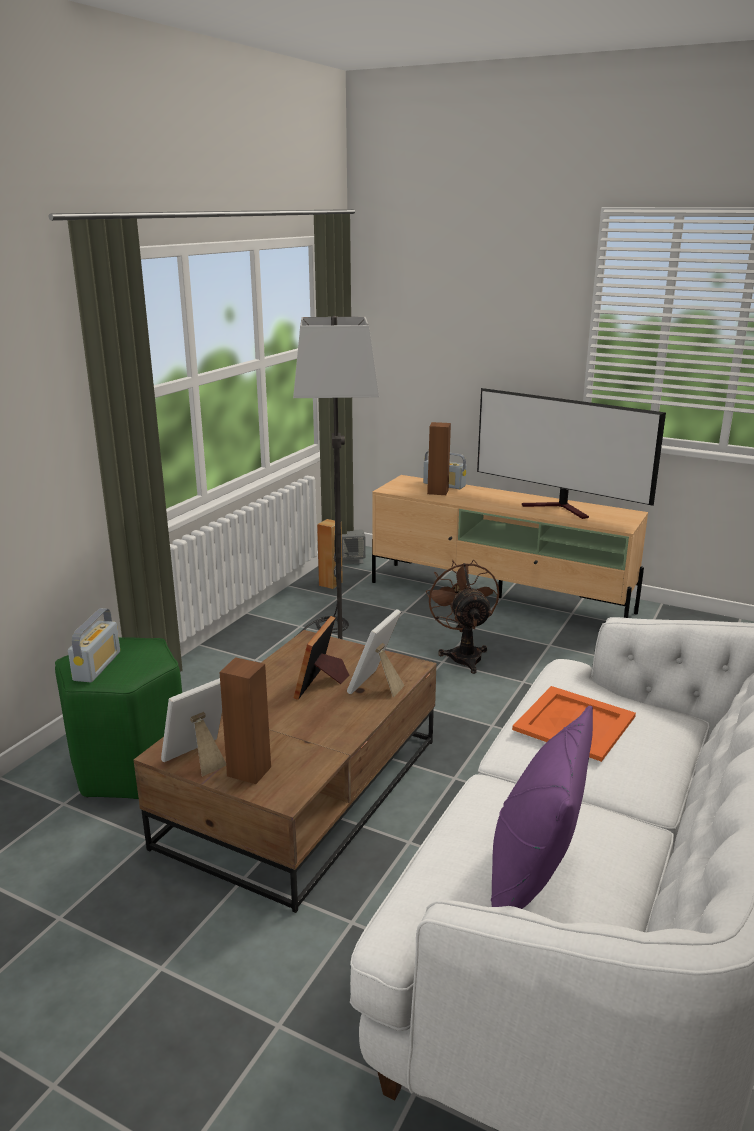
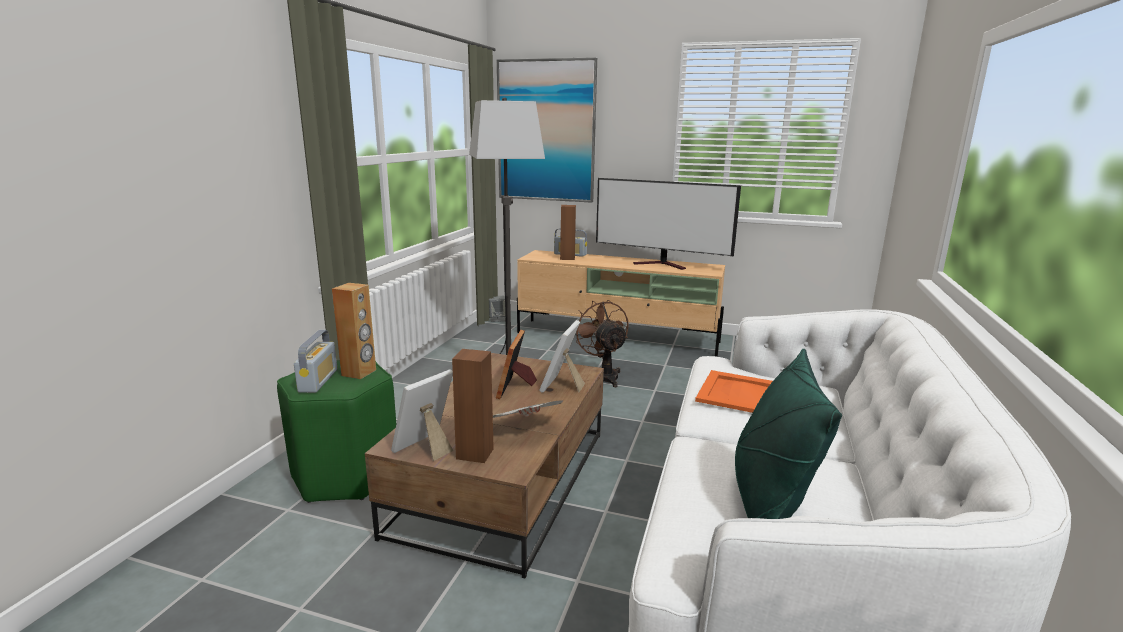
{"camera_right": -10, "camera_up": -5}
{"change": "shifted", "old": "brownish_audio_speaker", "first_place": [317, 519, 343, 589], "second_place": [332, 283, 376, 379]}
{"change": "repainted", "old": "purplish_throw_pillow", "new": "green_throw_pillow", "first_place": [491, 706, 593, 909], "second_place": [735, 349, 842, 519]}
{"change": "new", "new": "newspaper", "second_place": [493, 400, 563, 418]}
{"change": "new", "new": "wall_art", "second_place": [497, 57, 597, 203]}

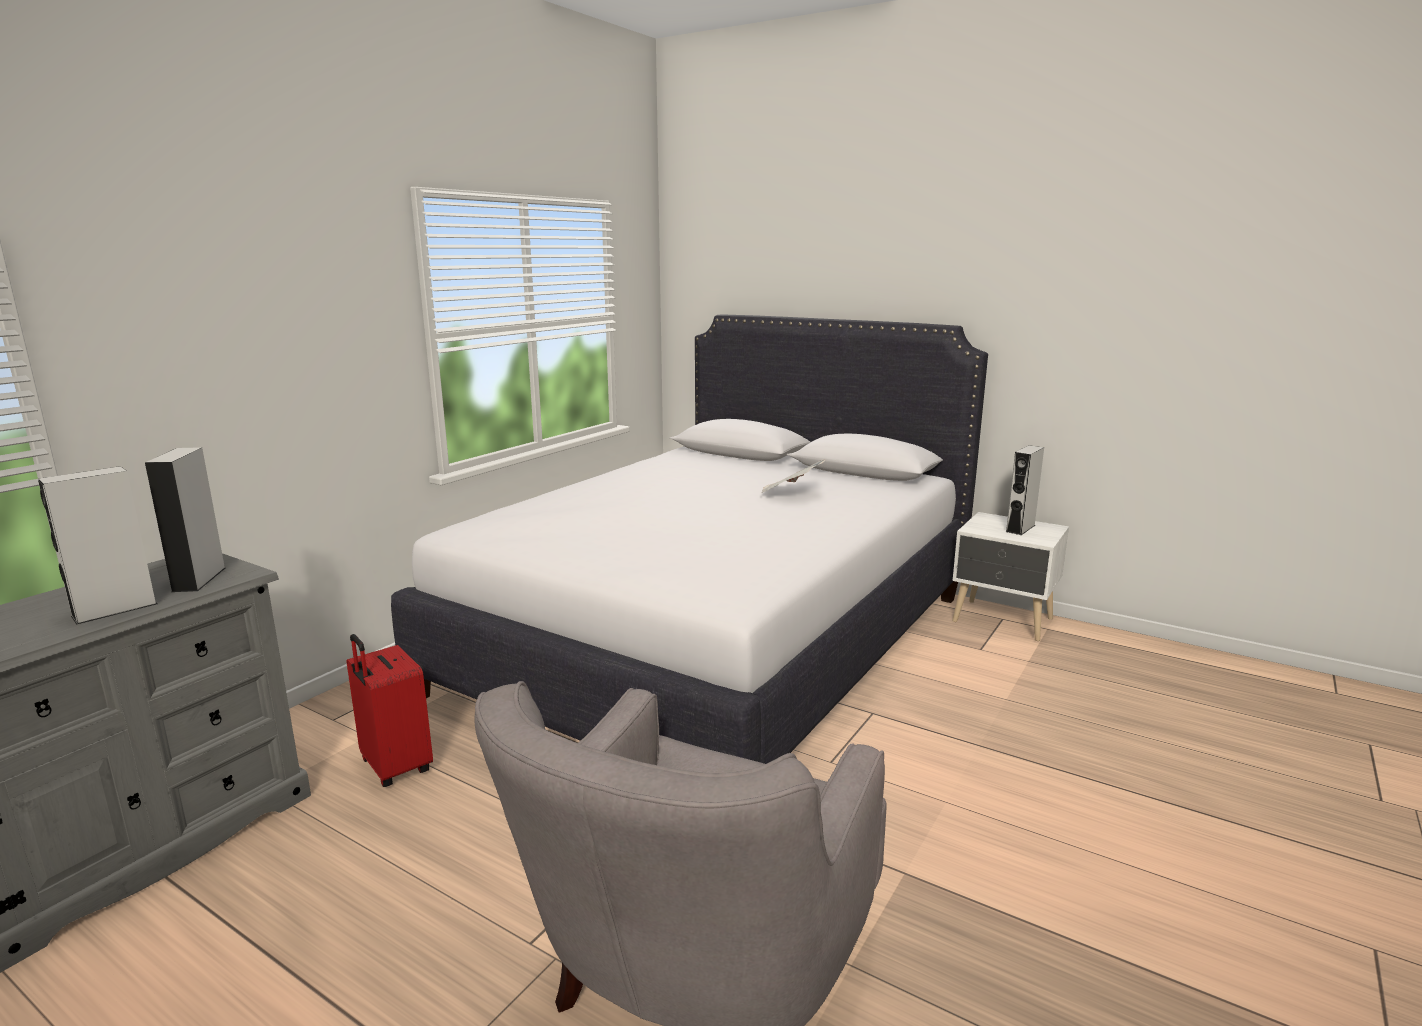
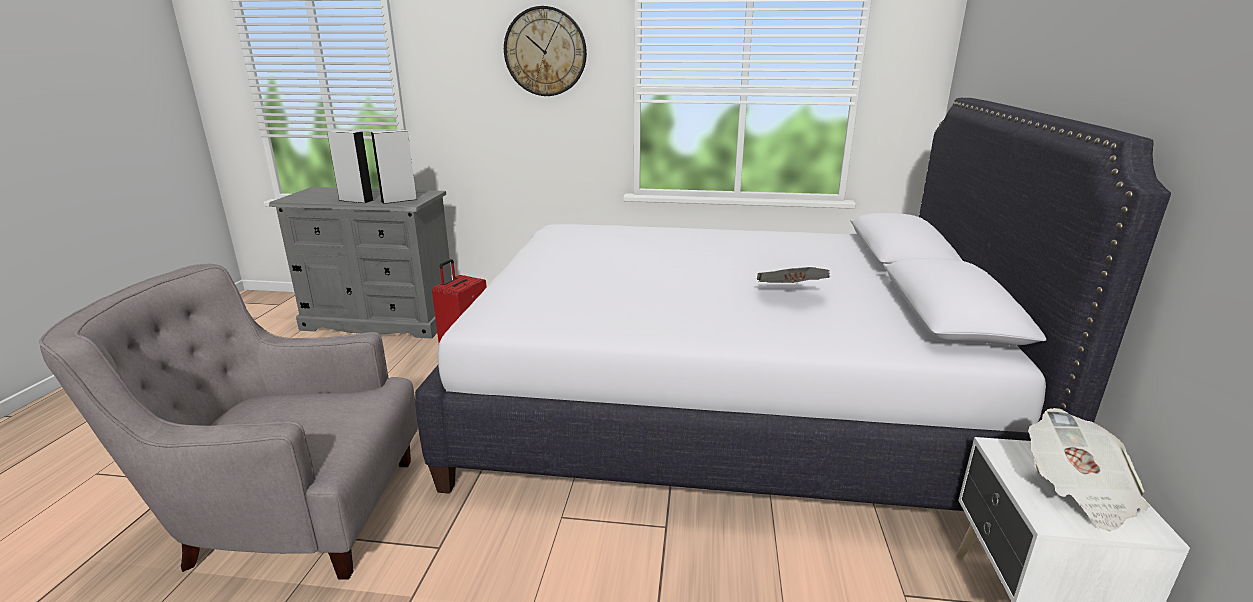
{"camera_right": 65, "camera_up": 5}
{"change": "swapped", "old": "greyish_audio_speaker", "new": "newspaper", "first_place": [1006, 445, 1044, 535], "second_place": [1028, 408, 1150, 532]}
{"change": "new", "new": "clock_on_the_wall", "second_place": [504, 6, 587, 96]}

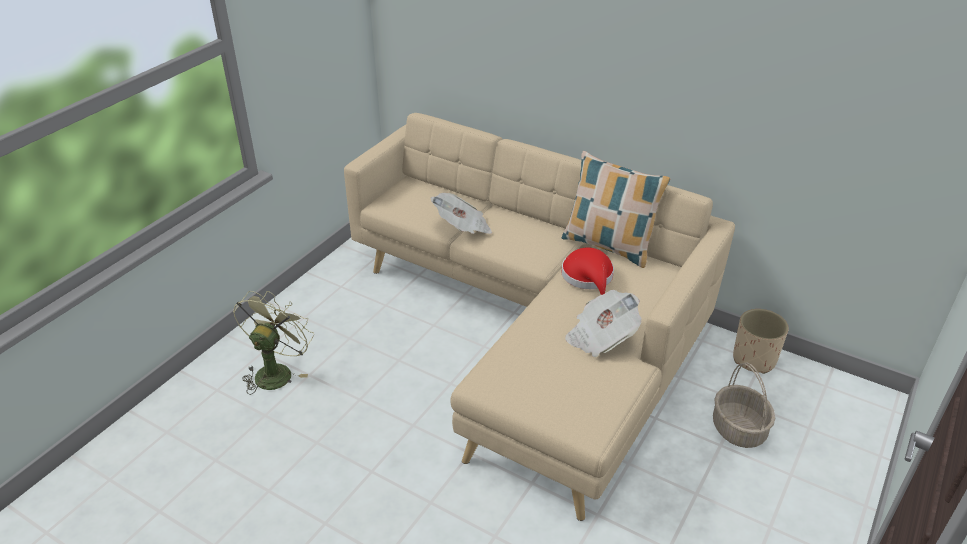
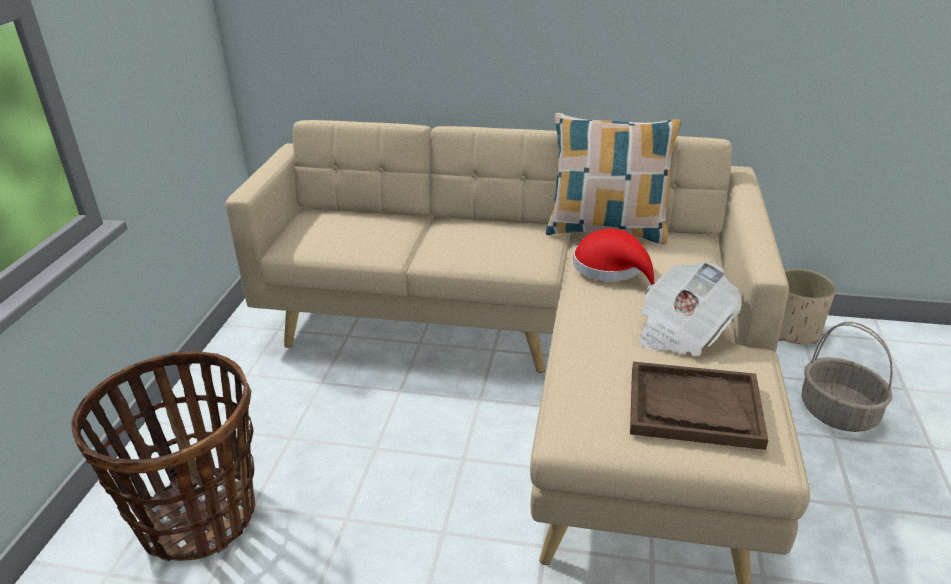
{"camera_right": -20, "camera_up": -5}
{"change": "swapped", "old": "green_cooling_fan", "new": "storage_basket", "first_place": [233, 291, 314, 395], "second_place": [71, 351, 255, 562]}
{"change": "gone", "old": "newspaper", "first_place": [431, 193, 493, 234]}
{"change": "new", "new": "brownish_serving_tray", "second_place": [630, 362, 768, 450]}

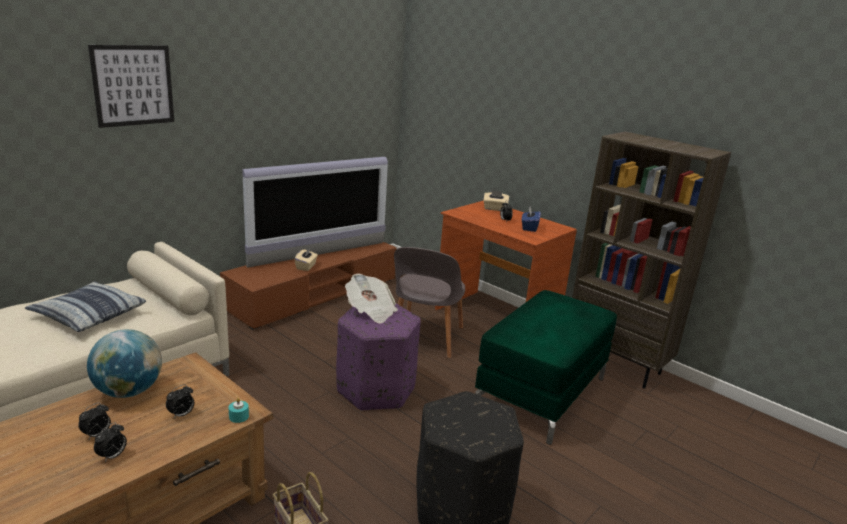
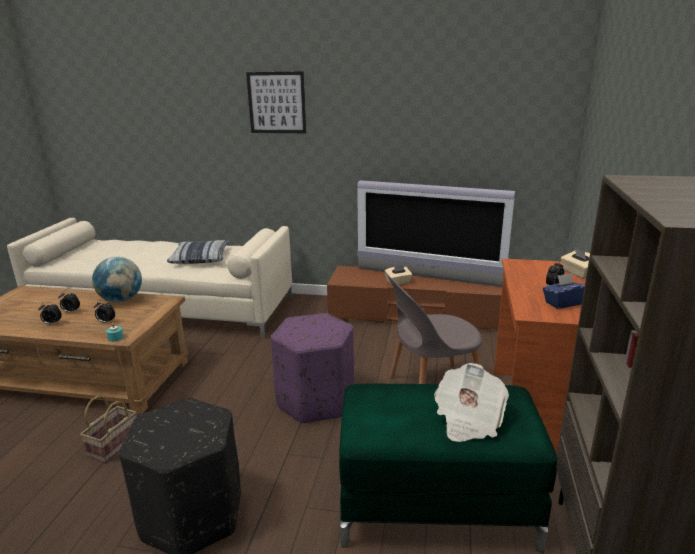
{"camera_right": 60, "camera_up": 0}
{"change": "shifted", "old": "newspaper", "first_place": [345, 274, 398, 324], "second_place": [434, 363, 509, 442]}

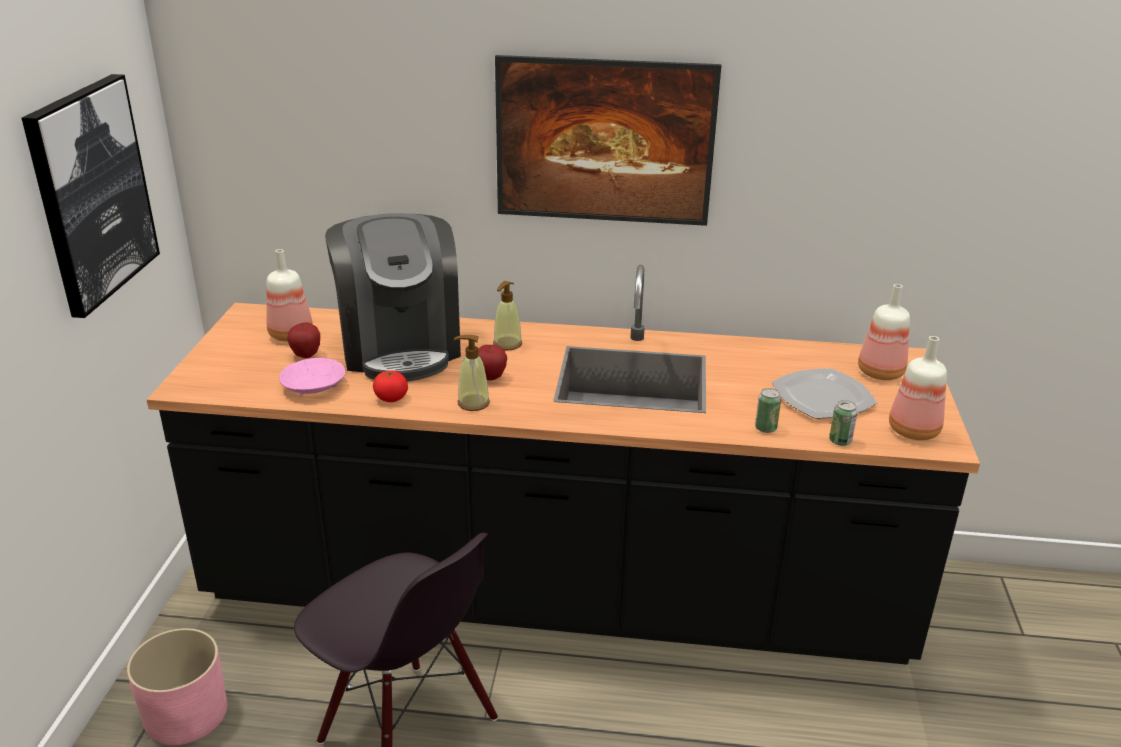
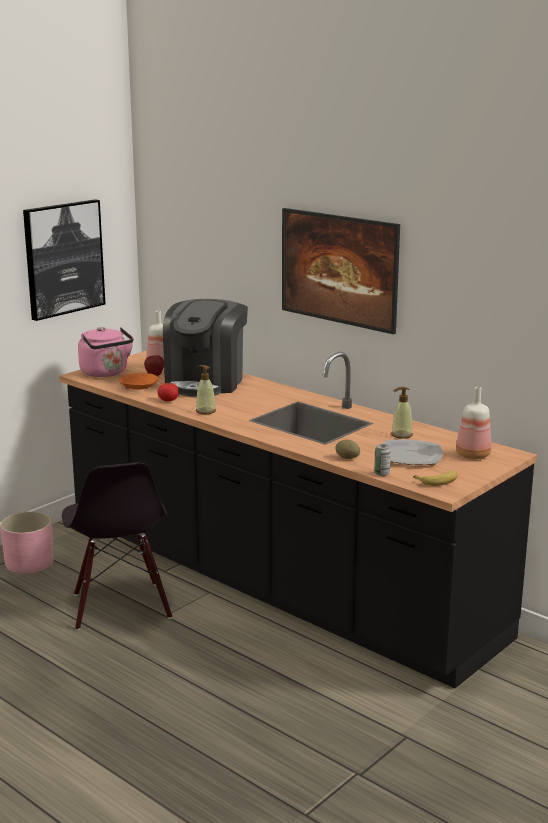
{"camera_right": 35, "camera_up": -10}
{"change": "repainted", "old": "pink_serving_bowl", "new": "orange-coloured_serving_bowl", "first_place": [279, 358, 345, 396], "second_place": [119, 373, 158, 390]}
{"change": "gone", "old": "apple", "first_place": [478, 345, 507, 380]}
{"change": "shifted", "old": "soap_bottle", "first_place": [493, 281, 522, 350], "second_place": [391, 387, 413, 439]}
{"change": "swapped", "old": "sealed_can", "new": "spud", "first_place": [755, 388, 781, 433], "second_place": [335, 440, 360, 459]}
{"change": "swapped", "old": "drink_bottle", "new": "whole_banana", "first_place": [889, 336, 947, 440], "second_place": [413, 471, 458, 486]}
{"change": "new", "new": "pink_tea_kettle", "second_place": [78, 327, 133, 377]}

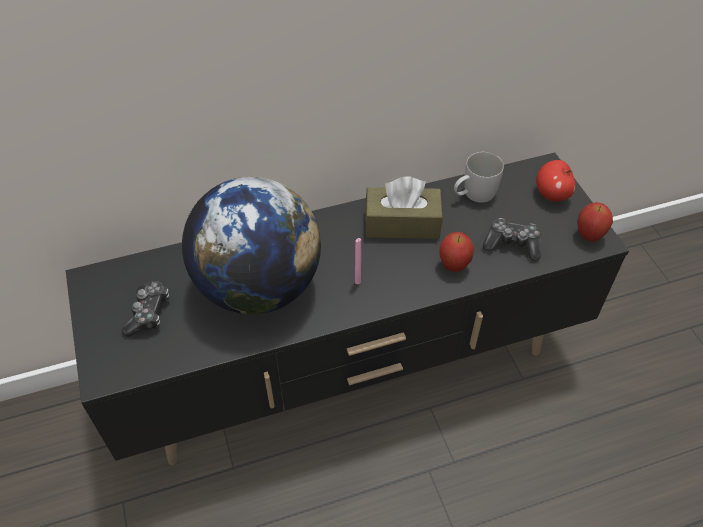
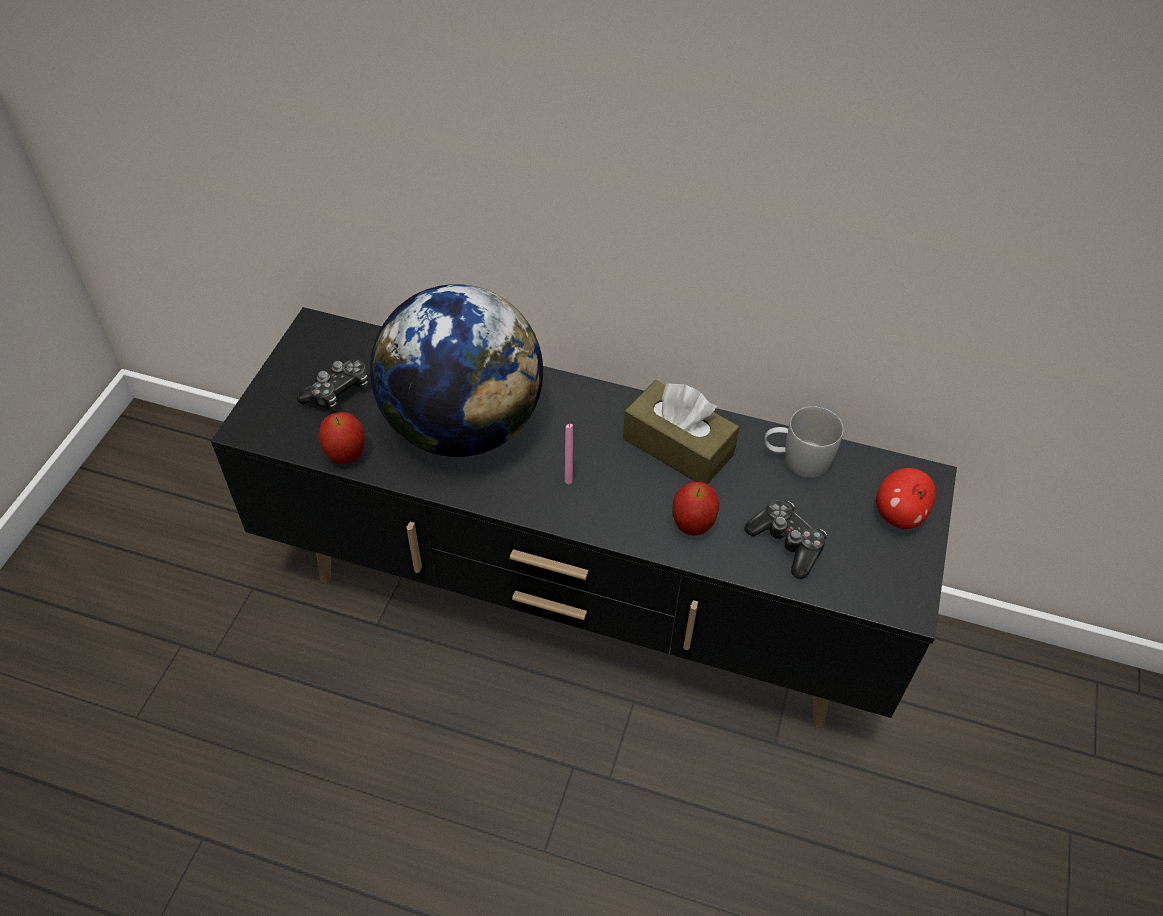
{"camera_right": 35, "camera_up": 0}
{"change": "shifted", "old": "apple", "first_place": [577, 202, 613, 242], "second_place": [318, 412, 365, 464]}

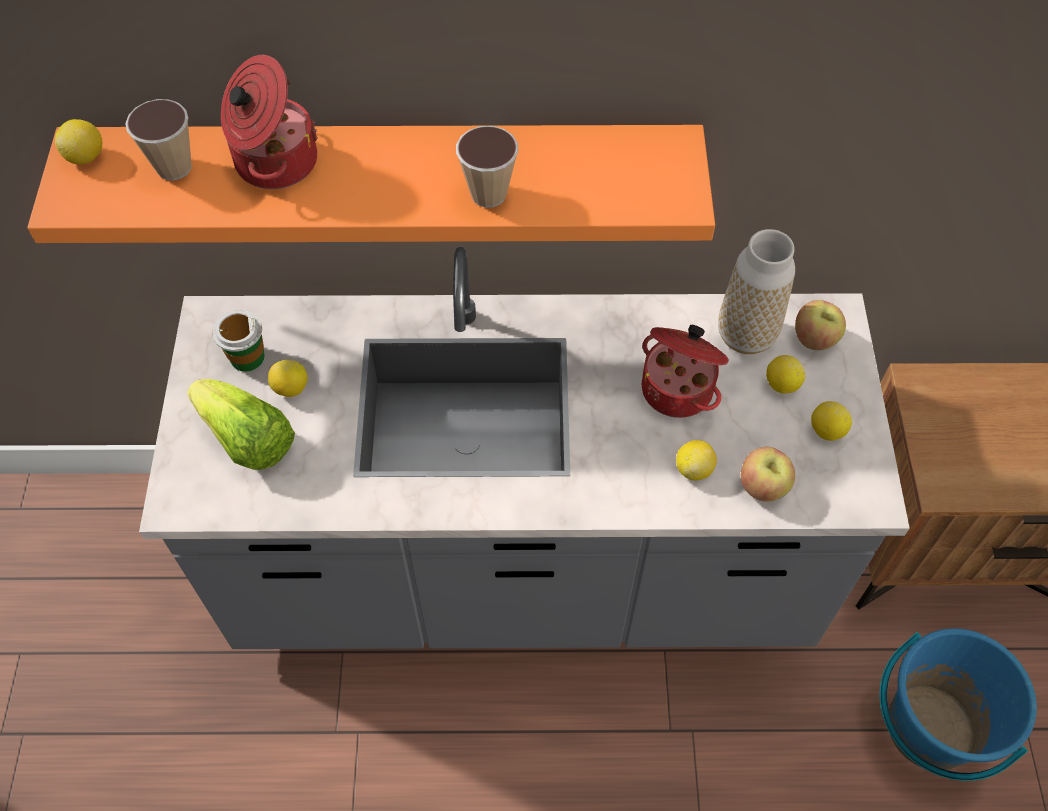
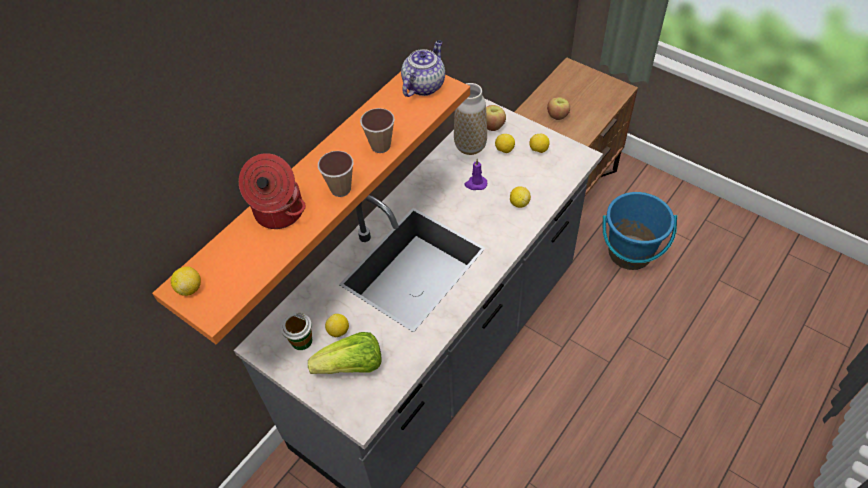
{"camera_right": -50, "camera_up": -5}
{"change": "shifted", "old": "small_cup", "first_place": [125, 99, 192, 180], "second_place": [318, 151, 353, 197]}
{"change": "swapped", "old": "saucepot", "new": "purplish_wax_candle", "first_place": [642, 325, 729, 418], "second_place": [464, 159, 487, 190]}
{"change": "shifted", "old": "apple", "first_place": [741, 447, 795, 501], "second_place": [547, 97, 570, 120]}
{"change": "new", "new": "teapot", "second_place": [401, 40, 445, 97]}

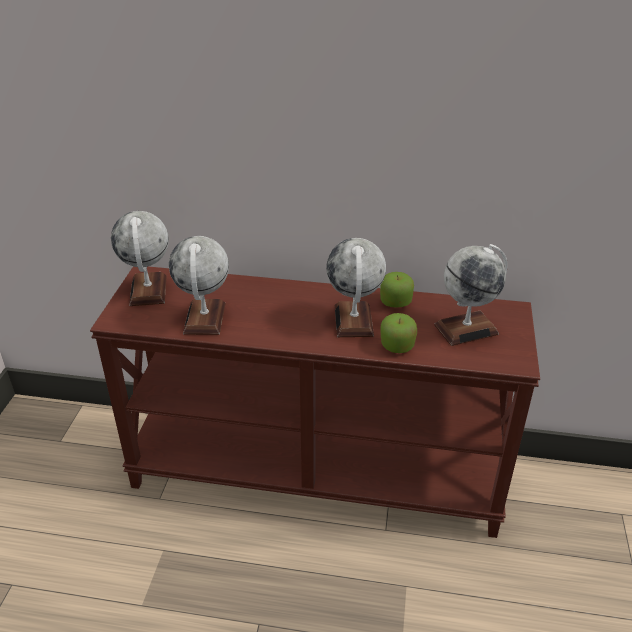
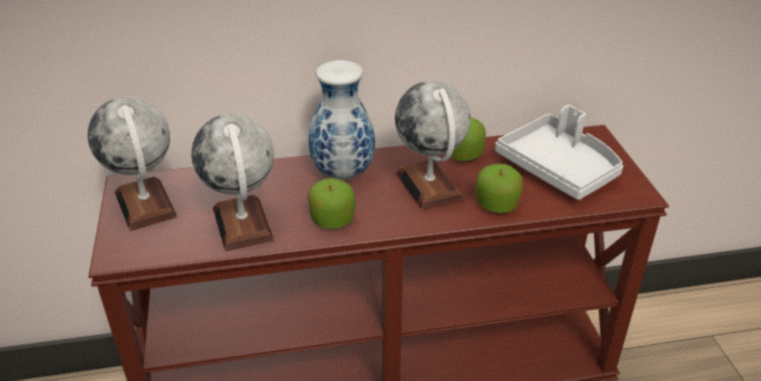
{"camera_right": -20, "camera_up": 0}
{"change": "swapped", "old": "globe", "new": "greyish_serving_tray", "first_place": [434, 244, 508, 346], "second_place": [495, 105, 623, 200]}
{"change": "new", "new": "apple", "second_place": [308, 178, 356, 229]}
{"change": "new", "new": "vase", "second_place": [309, 60, 375, 180]}

